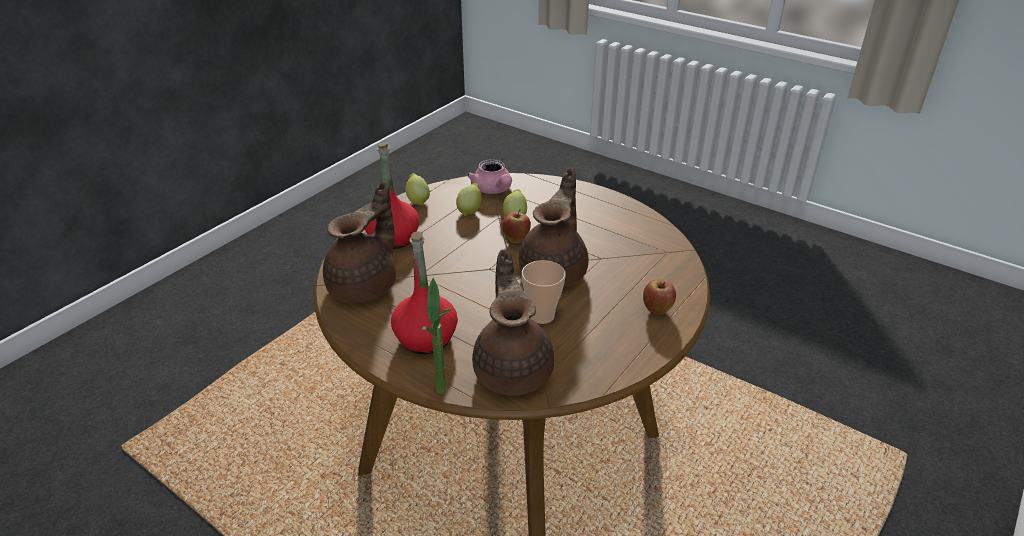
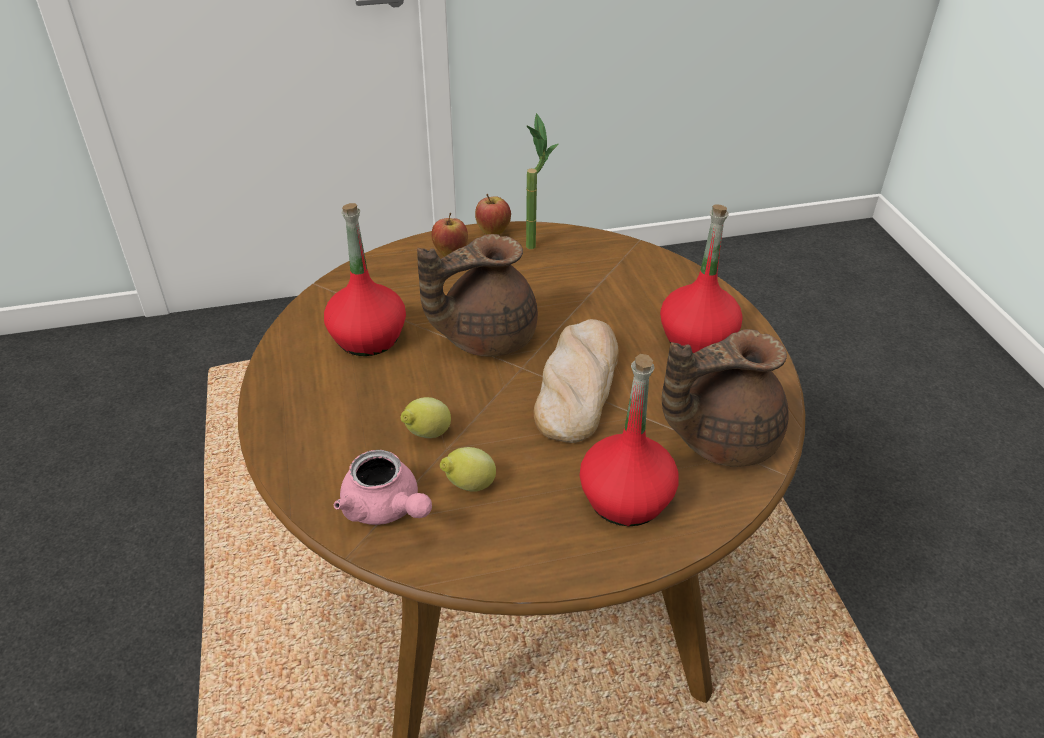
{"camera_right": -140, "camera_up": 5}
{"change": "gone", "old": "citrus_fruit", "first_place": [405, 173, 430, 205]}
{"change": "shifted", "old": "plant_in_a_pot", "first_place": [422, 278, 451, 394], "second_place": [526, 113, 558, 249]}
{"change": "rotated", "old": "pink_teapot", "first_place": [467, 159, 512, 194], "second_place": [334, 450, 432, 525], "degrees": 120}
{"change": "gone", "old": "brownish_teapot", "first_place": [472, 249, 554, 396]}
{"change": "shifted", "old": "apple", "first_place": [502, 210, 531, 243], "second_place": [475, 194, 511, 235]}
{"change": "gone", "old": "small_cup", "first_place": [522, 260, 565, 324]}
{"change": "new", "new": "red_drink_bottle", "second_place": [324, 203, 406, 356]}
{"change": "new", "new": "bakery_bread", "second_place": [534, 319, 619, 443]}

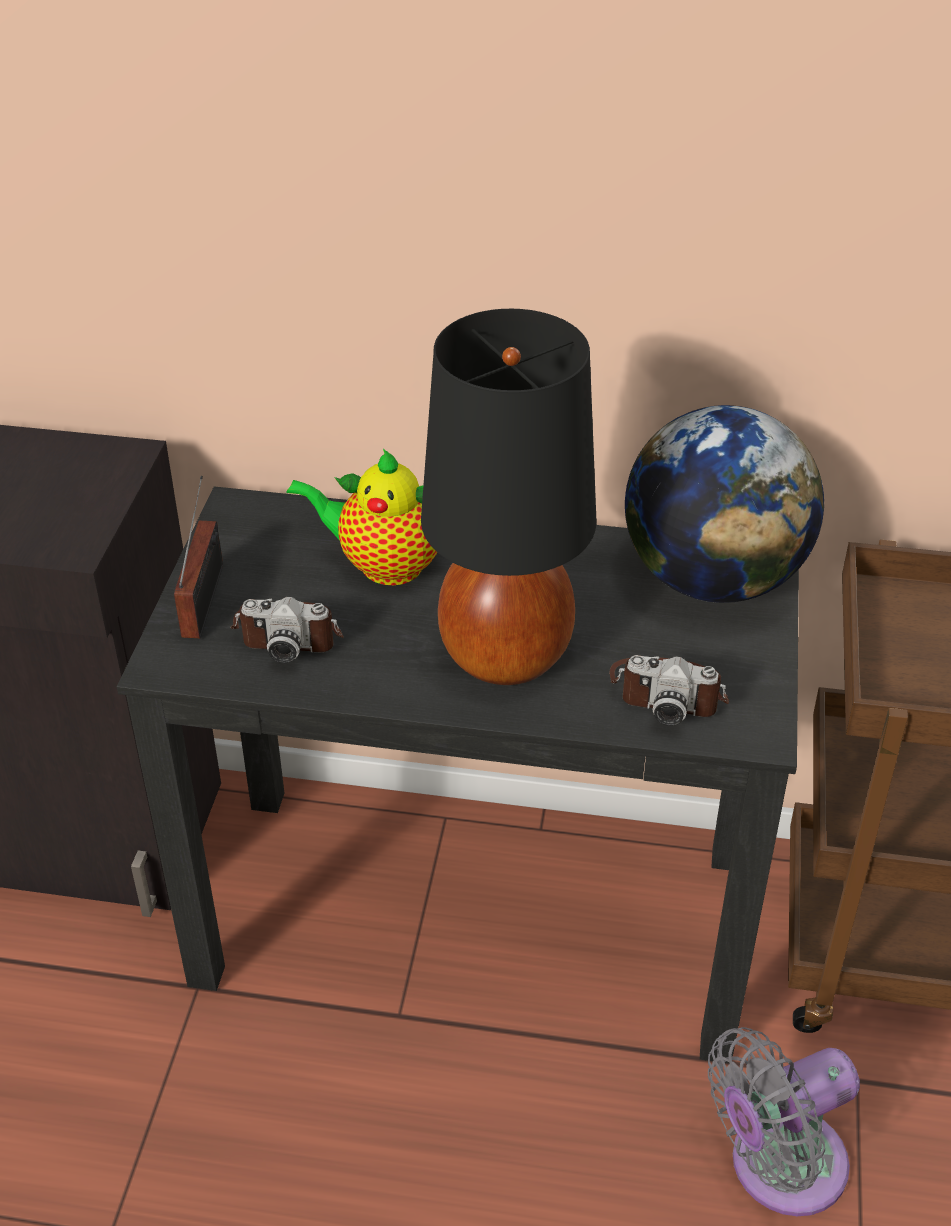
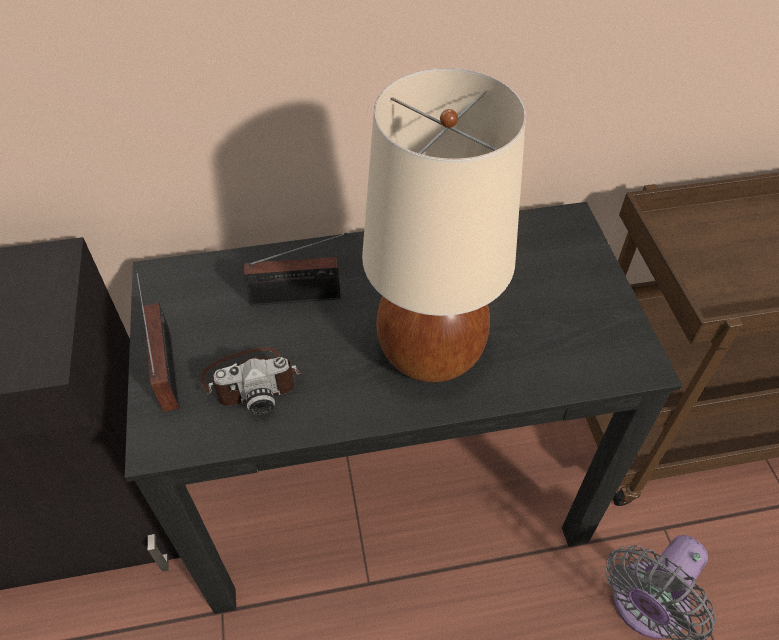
{"camera_right": -20, "camera_up": 10}
{"change": "swapped", "old": "teapot", "new": "radio_receiver", "first_place": [286, 449, 437, 585], "second_place": [244, 233, 347, 306]}
{"change": "repainted", "old": "black_lamp_for_a_table", "new": "sand-coloured_lamp_for_a_table", "first_place": [421, 309, 597, 685], "second_place": [362, 68, 526, 382]}
{"change": "gone", "old": "photo_camera", "first_place": [609, 655, 729, 726]}
{"change": "gone", "old": "globe", "first_place": [625, 405, 824, 603]}

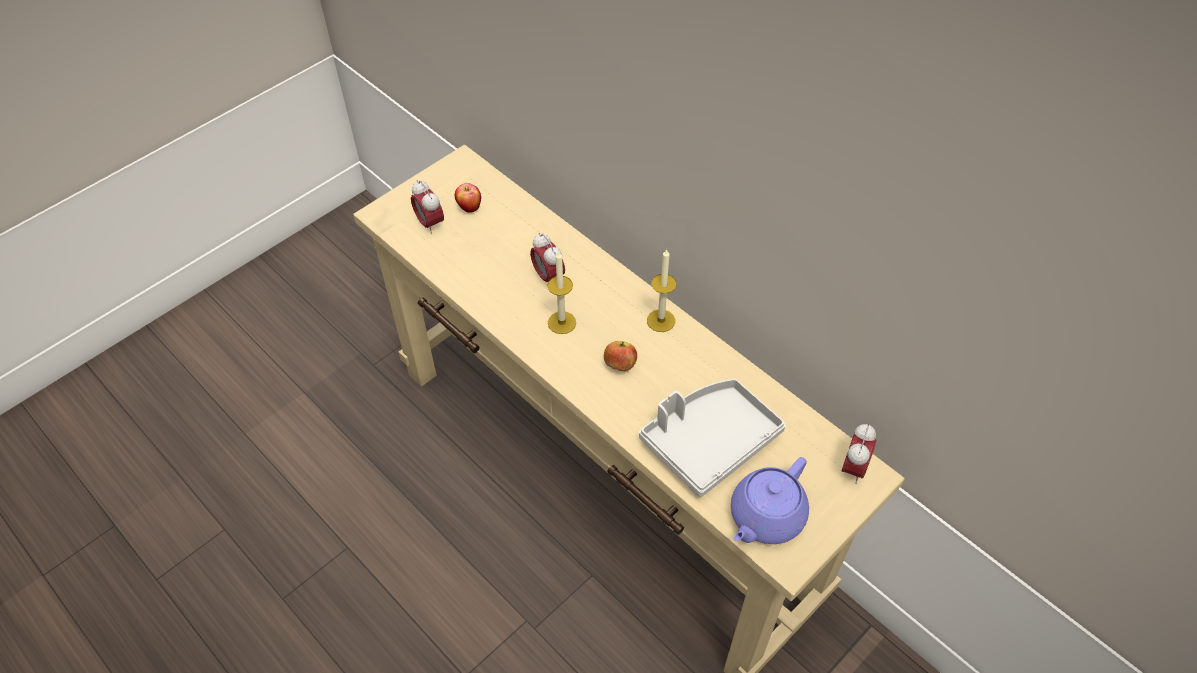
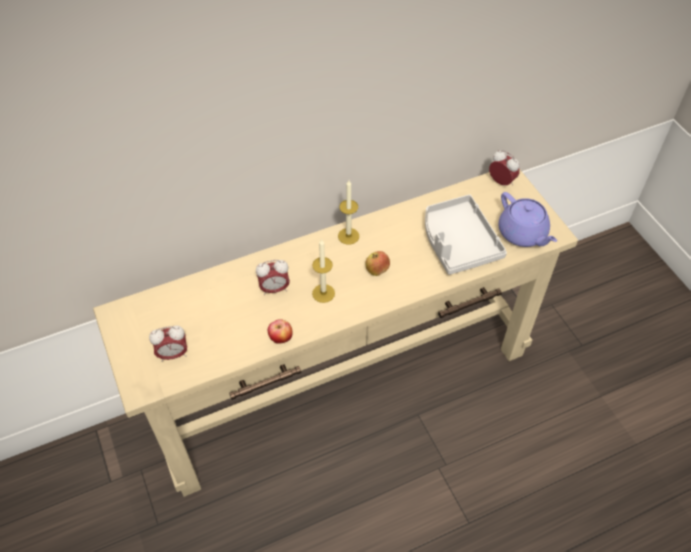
{"camera_right": -70, "camera_up": 0}
{"change": "shifted", "old": "apple", "first_place": [455, 183, 481, 212], "second_place": [268, 319, 292, 344]}

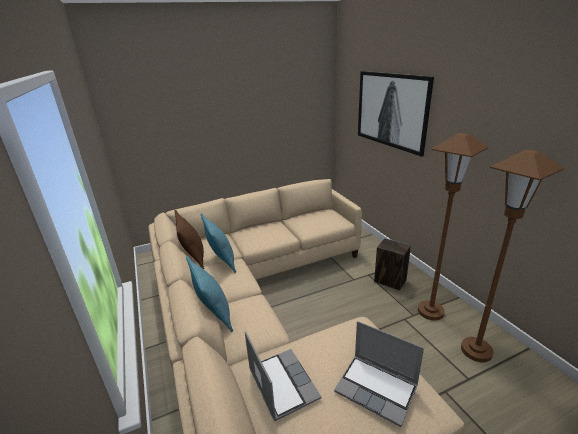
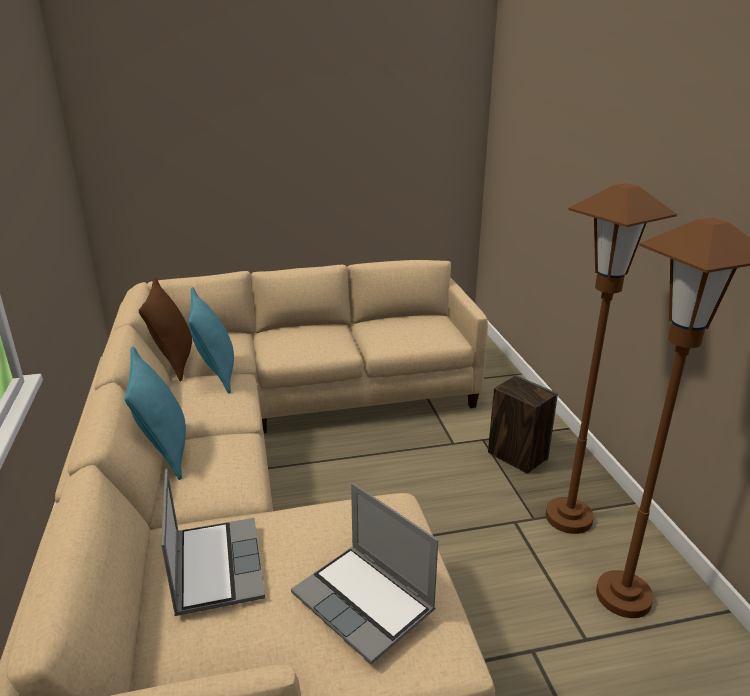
{"camera_right": 10, "camera_up": 0}
{"change": "gone", "old": "wall_art", "first_place": [358, 71, 434, 157]}

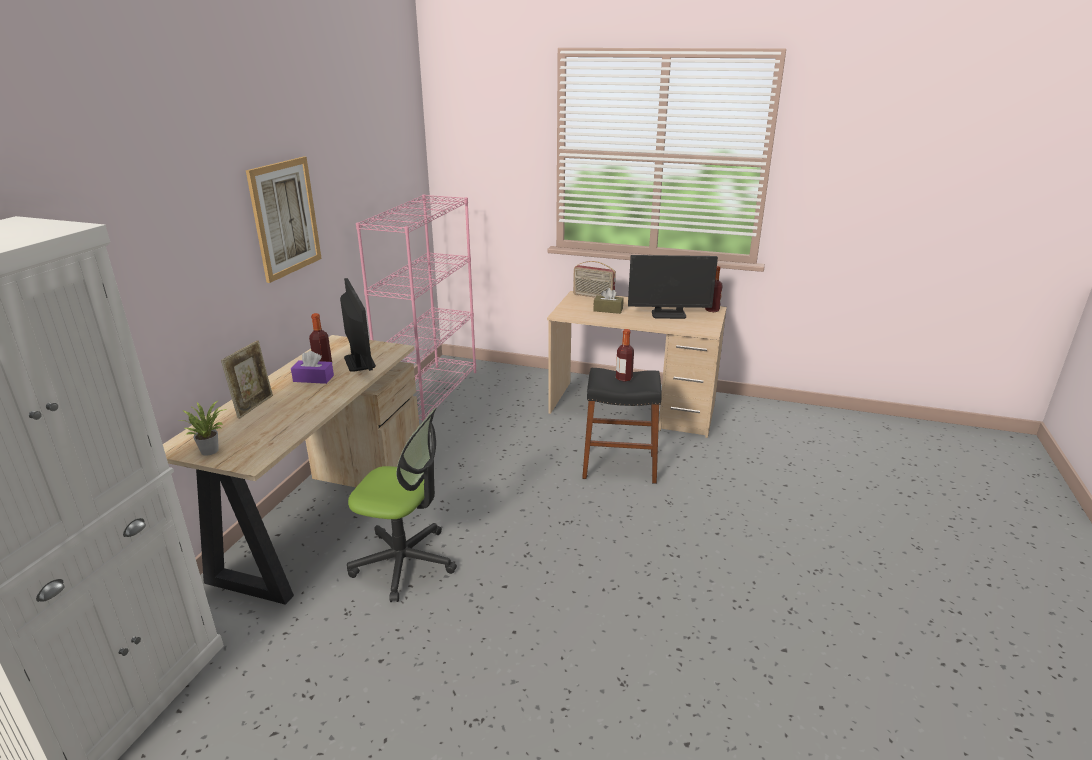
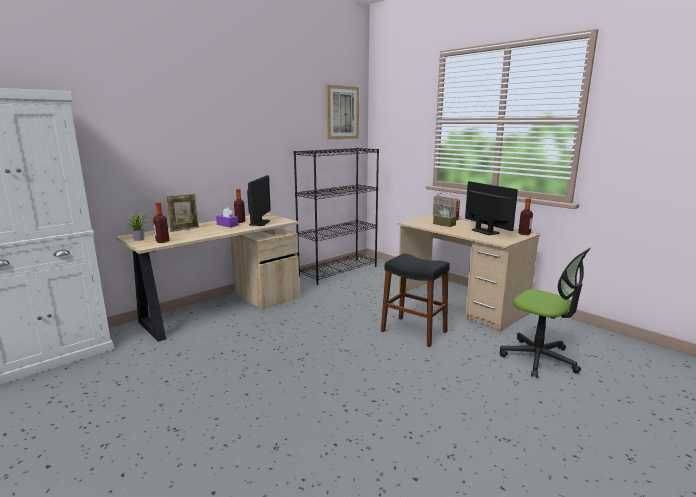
{"camera_right": 30, "camera_up": -10}
{"change": "shifted", "old": "wall_art", "first_place": [246, 157, 322, 283], "second_place": [327, 85, 359, 139]}
{"change": "shifted", "old": "computer_chair", "first_place": [347, 408, 457, 602], "second_place": [500, 248, 591, 378]}
{"change": "repainted", "old": "pink_bookshelf", "new": "black_bookshelf", "first_place": [356, 194, 476, 421], "second_place": [294, 148, 379, 285]}
{"change": "shifted", "old": "drink_bottle", "first_place": [616, 329, 634, 382], "second_place": [153, 202, 169, 243]}
{"change": "rotated", "old": "monitor", "first_place": [628, 255, 718, 319], "second_place": [465, 181, 518, 235], "degrees": -150}

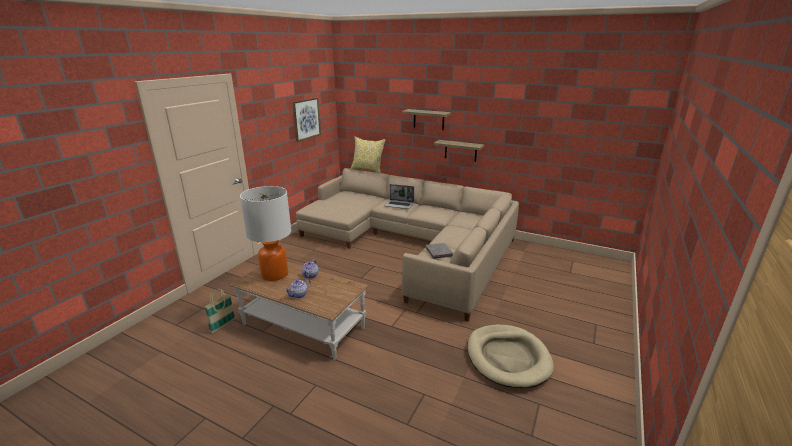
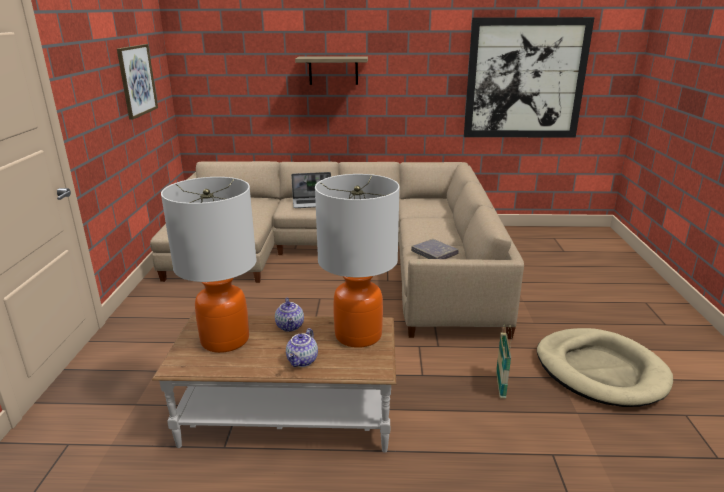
{"camera_right": -25, "camera_up": 0}
{"change": "shifted", "old": "storage_basket", "first_place": [205, 288, 235, 333], "second_place": [496, 325, 512, 399]}
{"change": "gone", "old": "throw_pillow", "first_place": [351, 136, 386, 173]}
{"change": "gone", "old": "wall_shelf", "first_place": [434, 140, 484, 162]}
{"change": "new", "new": "lamp_for_a_table", "second_place": [315, 174, 400, 348]}
{"change": "new", "new": "wall_art", "second_place": [464, 17, 595, 138]}

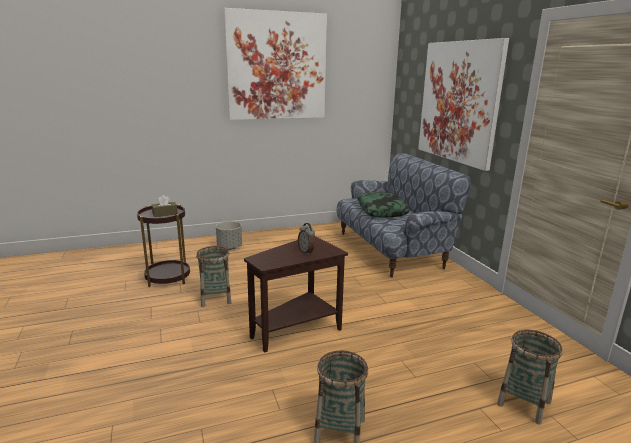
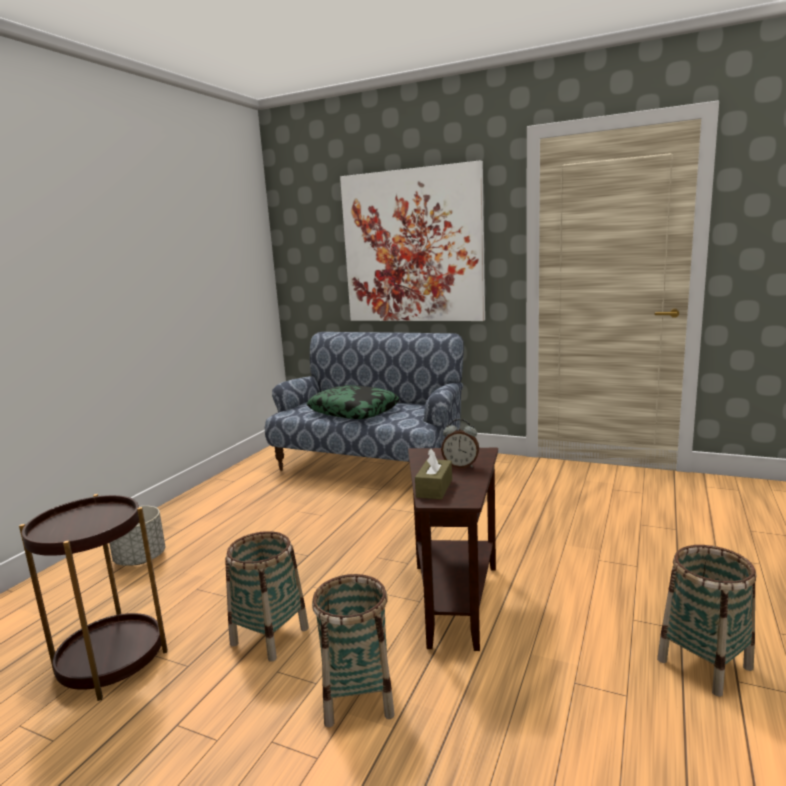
{"camera_right": -45, "camera_up": -5}
{"change": "shifted", "old": "brownish_box_of_tissues", "first_place": [152, 195, 178, 217], "second_place": [415, 449, 452, 500]}
{"change": "gone", "old": "wall_art", "first_place": [224, 8, 327, 120]}
{"change": "shifted", "old": "storage_basket", "first_place": [497, 330, 563, 424], "second_place": [312, 574, 395, 728]}

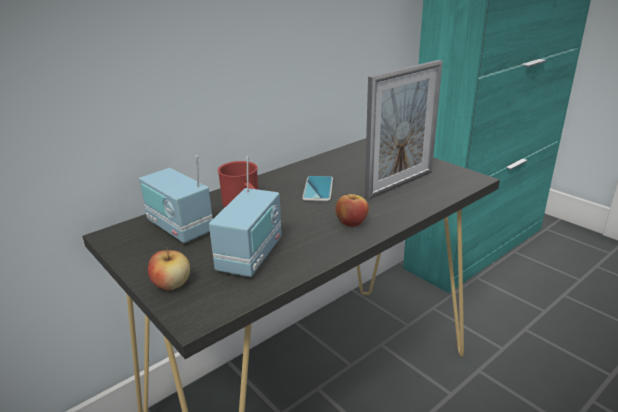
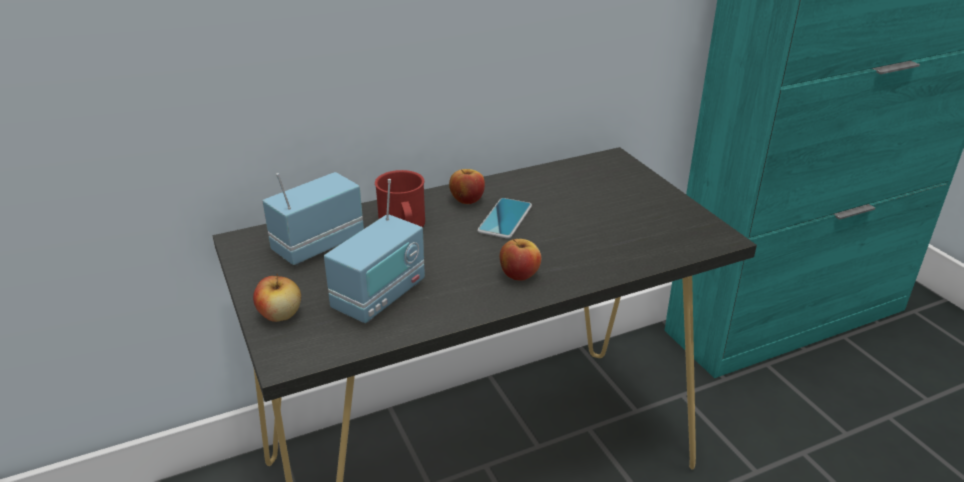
{"camera_right": 15, "camera_up": 5}
{"change": "rotated", "old": "radio_receiver", "first_place": [139, 155, 213, 243], "second_place": [262, 172, 364, 265], "degrees": 75}
{"change": "gone", "old": "picture_frame", "first_place": [365, 60, 443, 200]}
{"change": "new", "new": "apple", "second_place": [449, 169, 485, 204]}

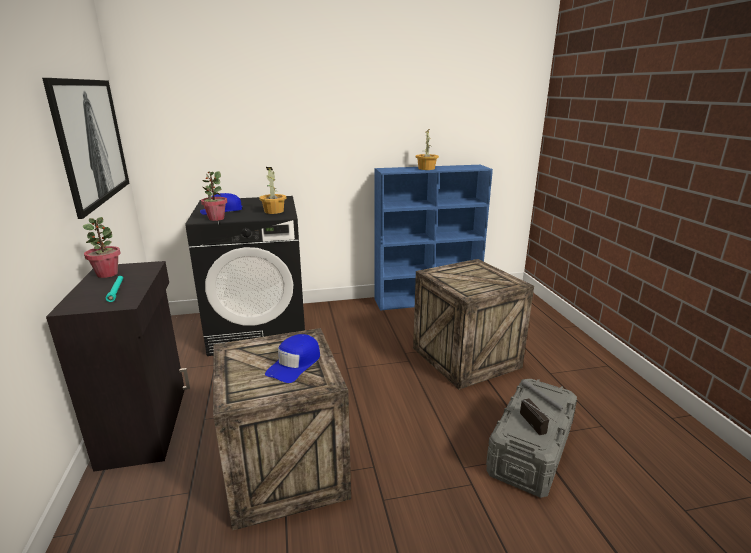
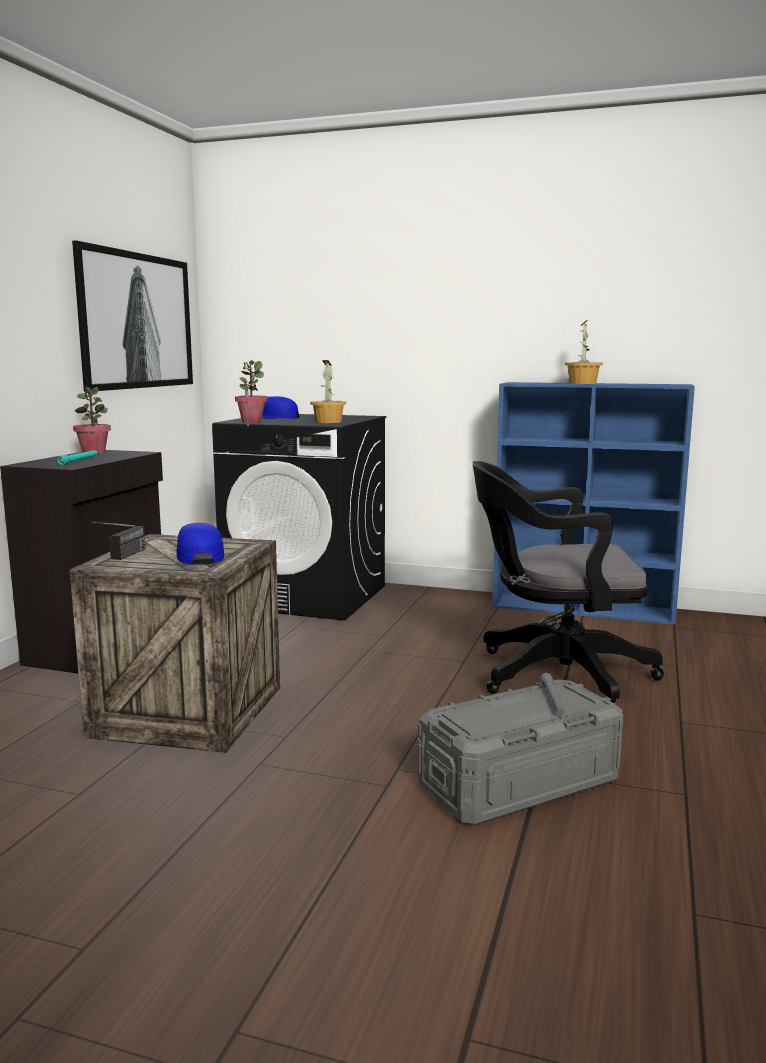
{"camera_right": 30, "camera_up": -10}
{"change": "rotated", "old": "blue_baseball_cap", "first_place": [265, 334, 320, 383], "second_place": [175, 523, 224, 565], "degrees": 105}
{"change": "swapped", "old": "packing_crate", "new": "black_computer_chair", "first_place": [413, 259, 534, 390], "second_place": [472, 461, 664, 703]}
{"change": "shifted", "old": "radio_receiver", "first_place": [520, 398, 555, 435], "second_place": [93, 522, 146, 560]}

